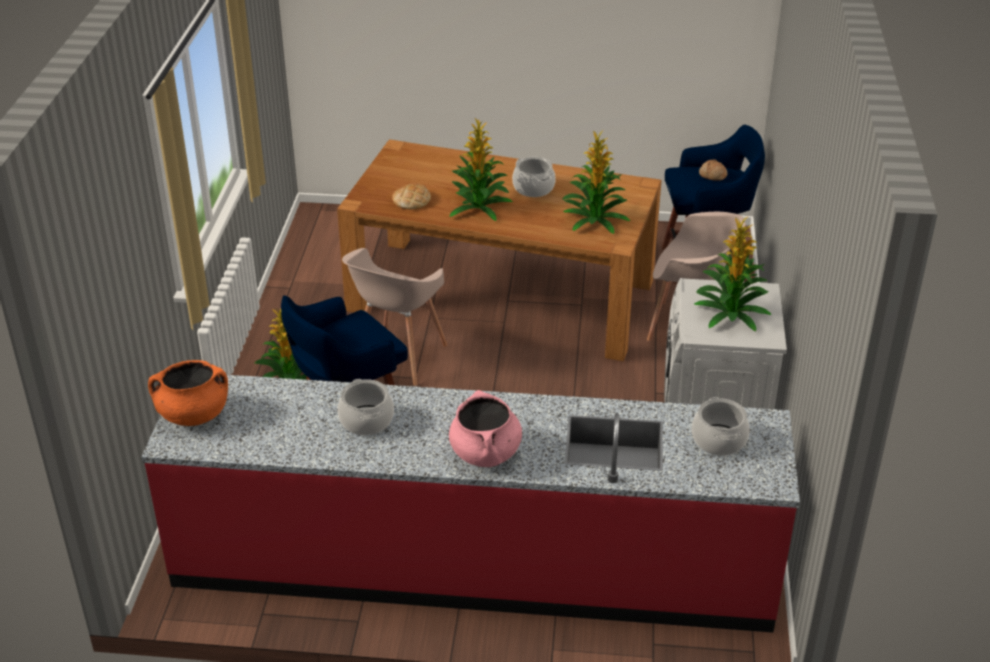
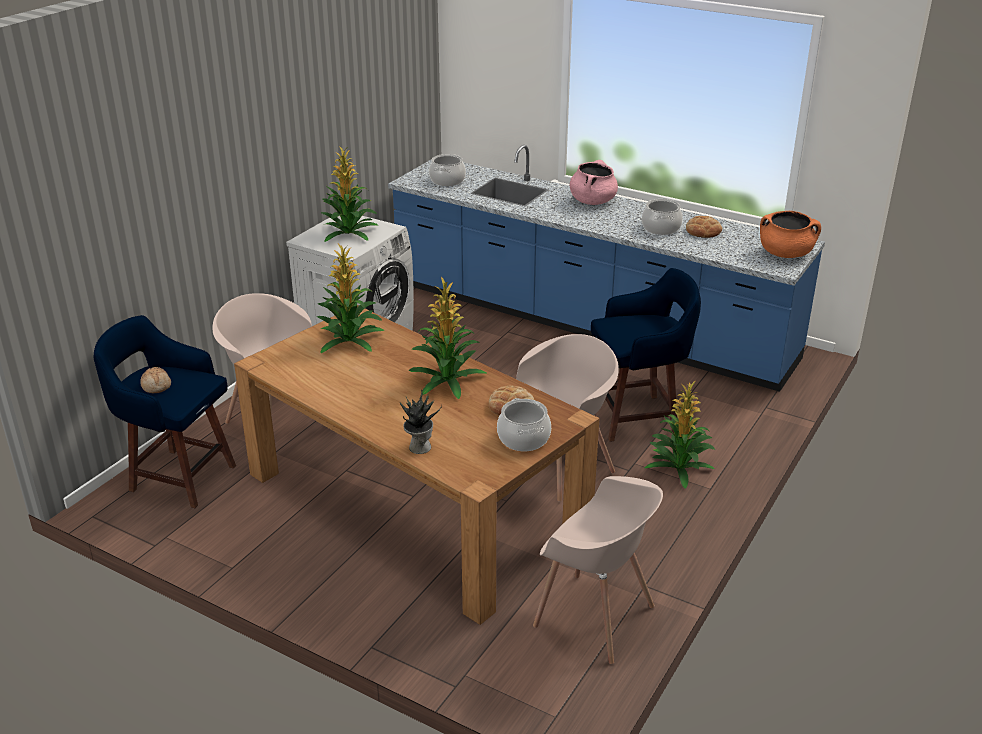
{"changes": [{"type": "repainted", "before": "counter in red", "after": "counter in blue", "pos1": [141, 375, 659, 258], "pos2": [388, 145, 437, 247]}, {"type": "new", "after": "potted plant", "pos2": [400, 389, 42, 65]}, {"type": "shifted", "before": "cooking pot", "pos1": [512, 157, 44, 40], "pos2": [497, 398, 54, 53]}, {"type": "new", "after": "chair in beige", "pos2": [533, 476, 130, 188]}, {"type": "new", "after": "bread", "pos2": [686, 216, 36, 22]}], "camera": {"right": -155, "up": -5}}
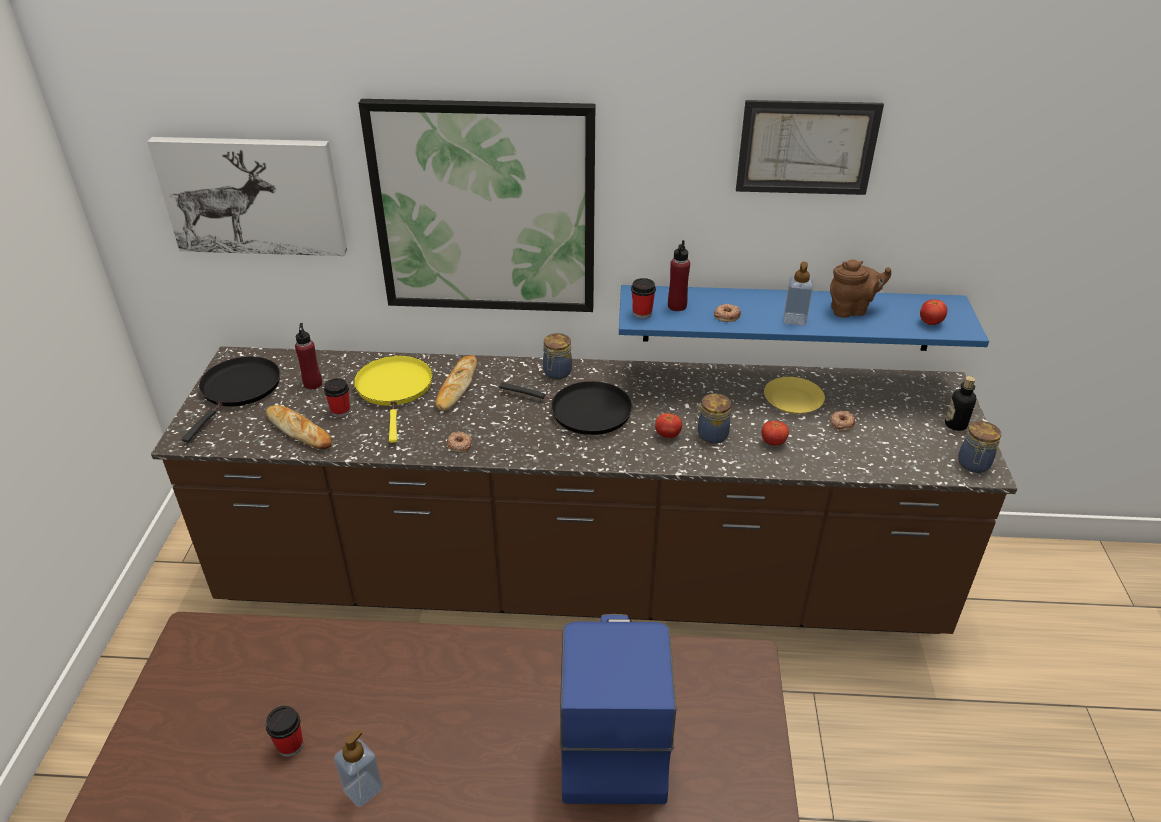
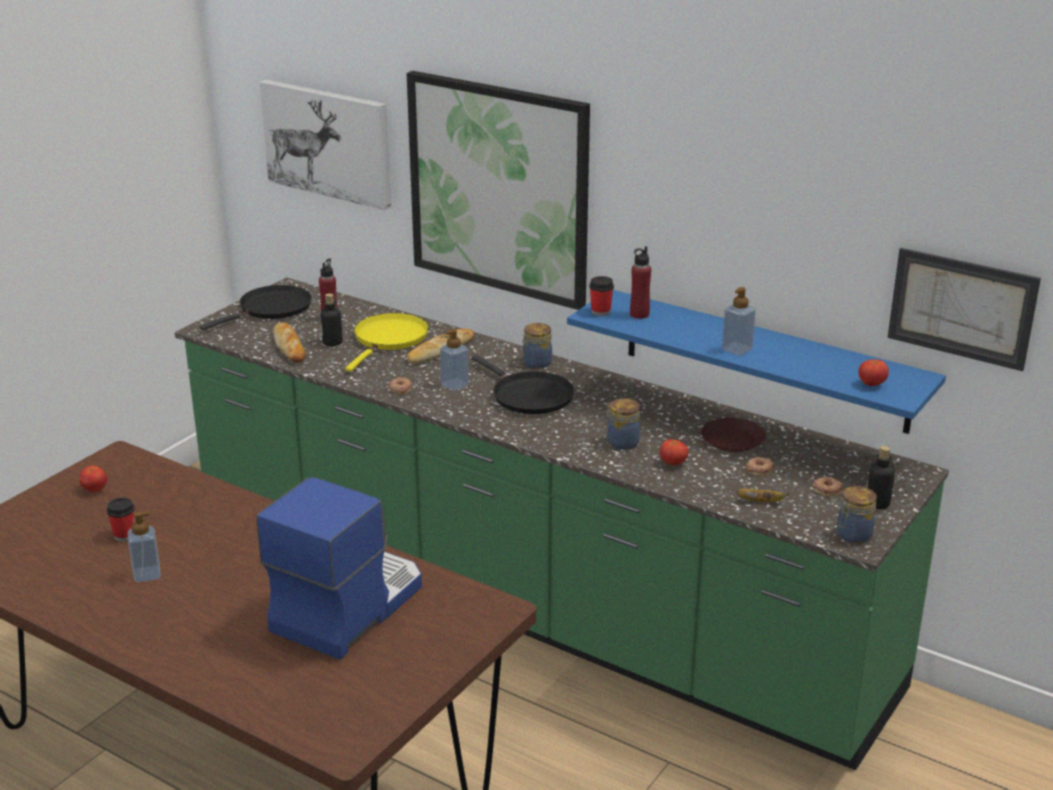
{"changes": [{"type": "shifted", "before": "tomato", "pos1": [655, 413, 27, 25], "pos2": [79, 466, 28, 26]}, {"type": "repainted", "before": "counter in brown", "after": "counter in green", "pos1": [151, 346, 866, 288], "pos2": [175, 277, 774, 493]}, {"type": "swapped", "before": "cup", "after": "bottle", "pos1": [324, 378, 26, 39], "pos2": [320, 293, 23, 53]}, {"type": "new", "after": "soap dispenser", "pos2": [440, 329, 29, 62]}, {"type": "repainted", "before": "plate in yellow", "after": "plate in brown", "pos1": [764, 377, 61, 37], "pos2": [701, 418, 65, 34]}, {"type": "new", "after": "banana", "pos2": [737, 489, 52, 13]}, {"type": "shifted", "before": "donut", "pos1": [714, 304, 27, 18], "pos2": [813, 477, 29, 20]}, {"type": "shifted", "before": "picture", "pos1": [736, 100, 148, 95], "pos2": [888, 248, 153, 123]}, {"type": "gone", "before": "teapot in brown", "pos1": [830, 259, 61, 59]}], "camera": {"right": 30, "up": -10}}
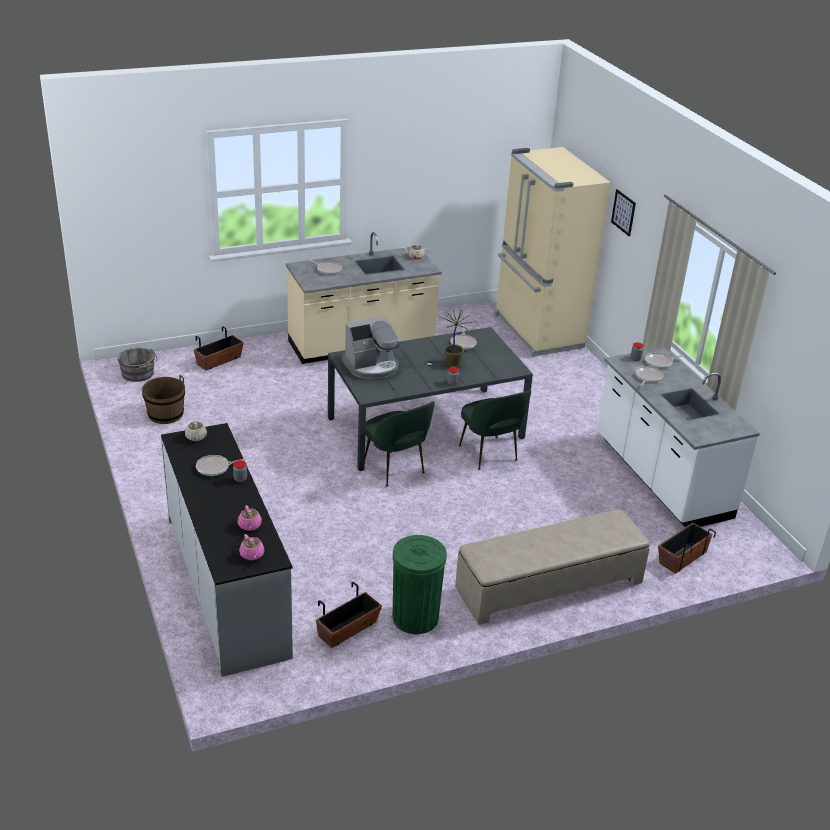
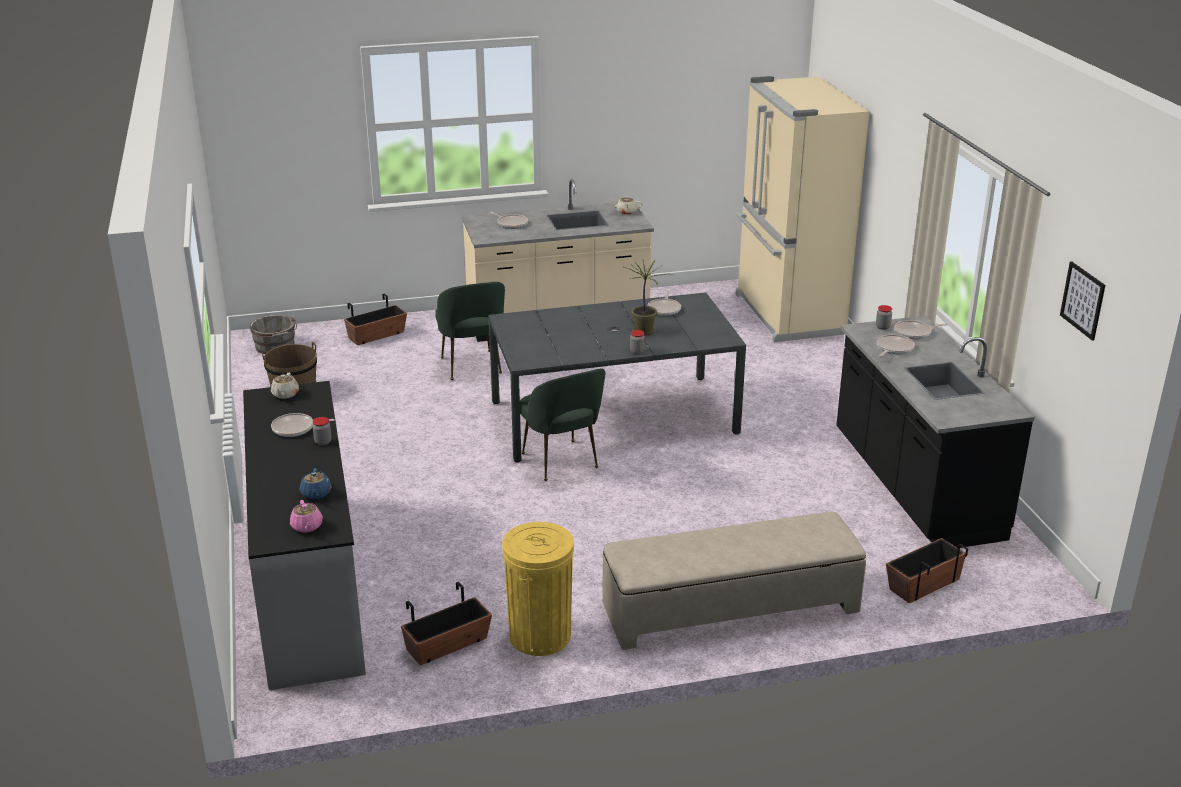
{"changes": [{"type": "repainted", "before": "teapot in pink", "after": "teapot in blue", "pos1": [238, 505, 24, 26], "pos2": [300, 468, 32, 31]}, {"type": "shifted", "before": "chair in green", "pos1": [459, 390, 72, 80], "pos2": [435, 282, 70, 98]}, {"type": "repainted", "before": "trash can in green", "after": "trash can in yellow", "pos1": [393, 535, 54, 99], "pos2": [502, 522, 72, 134]}, {"type": "repainted", "before": "counter in white", "after": "counter in black", "pos1": [597, 347, 163, 180], "pos2": [836, 316, 199, 232]}, {"type": "shifted", "before": "picture", "pos1": [611, 189, 25, 47], "pos2": [1060, 261, 45, 80]}, {"type": "gone", "before": "coffee machine", "pos1": [342, 316, 57, 63]}], "camera": {"right": 10, "up": -5}}
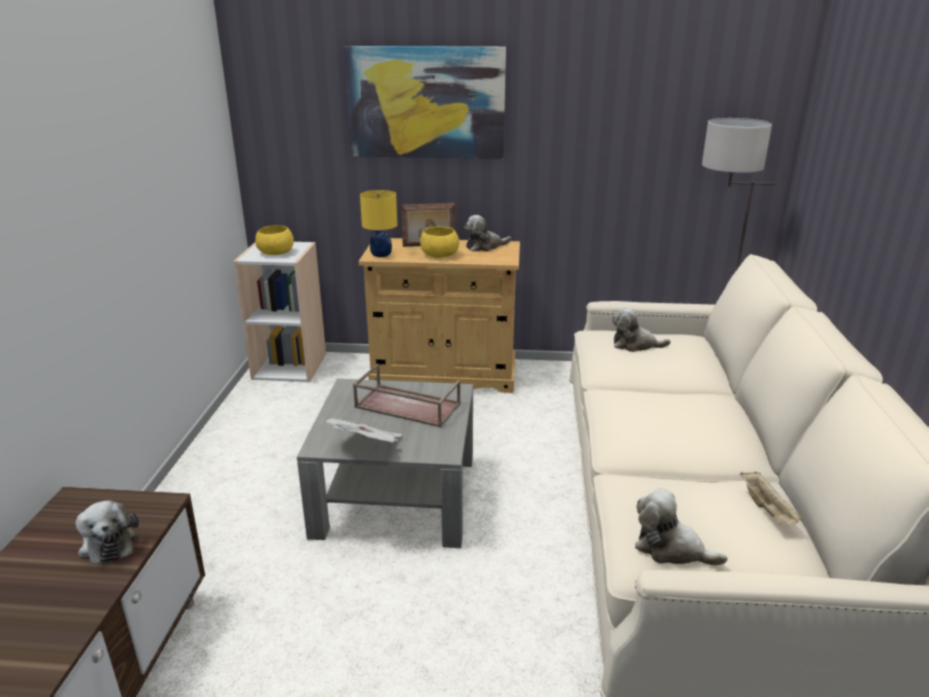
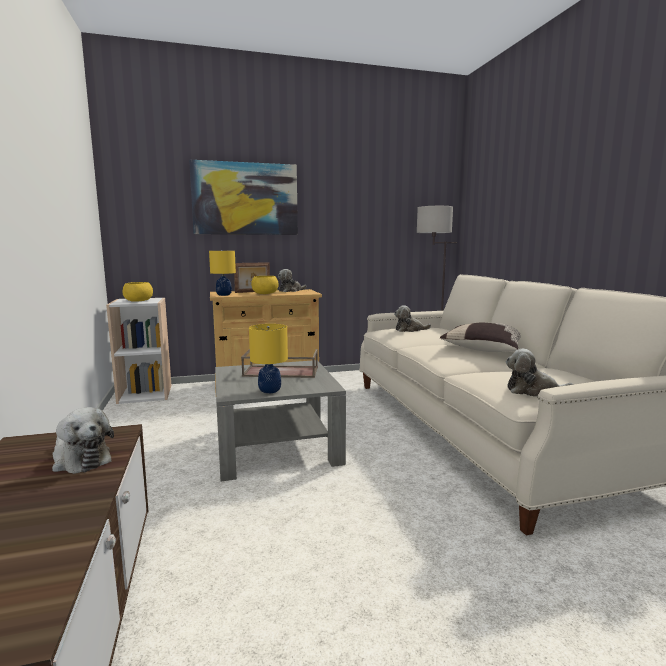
{"changes": [{"type": "swapped", "before": "newspaper", "after": "table lamp in yellow", "pos1": [326, 418, 76, 24], "pos2": [249, 324, 39, 70]}, {"type": "new", "after": "pillow", "pos2": [440, 322, 81, 30]}, {"type": "gone", "before": "tray in beige", "pos1": [740, 471, 62, 54]}], "camera": {"right": -20, "up": -15}}
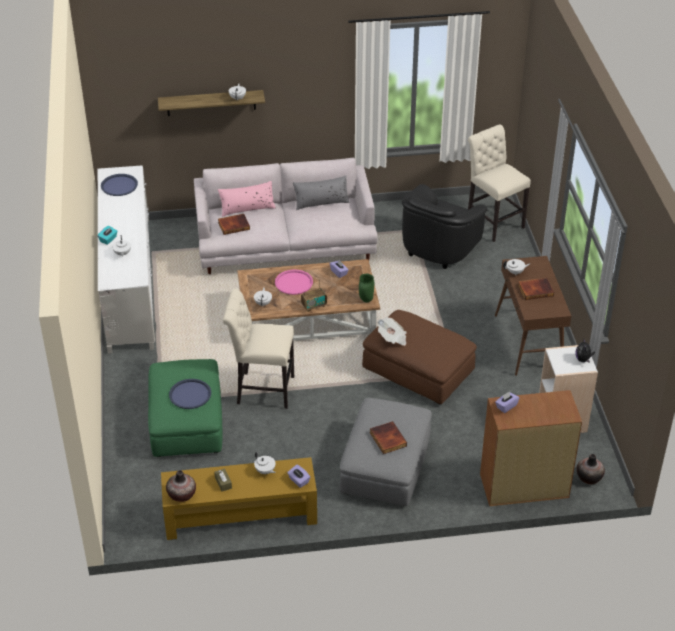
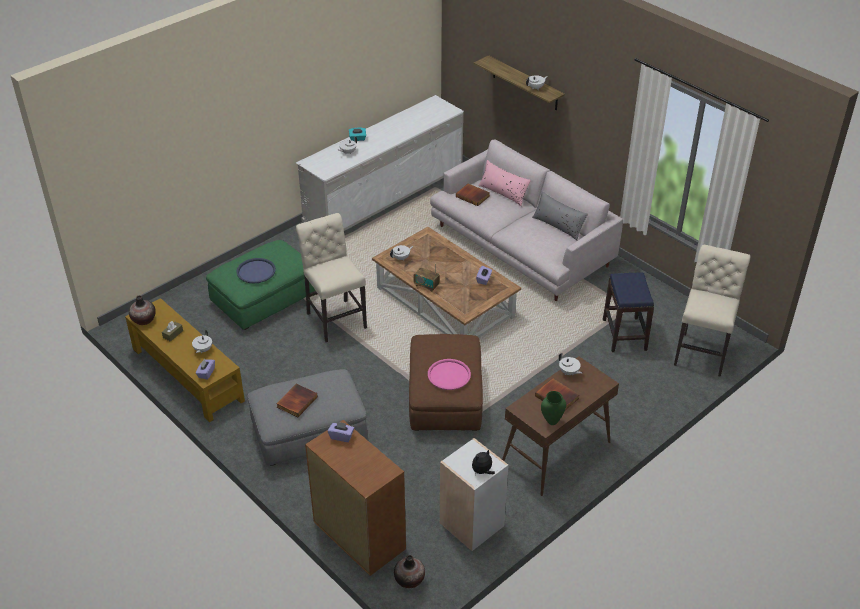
{"changes": [{"type": "shifted", "before": "tray in pink", "pos1": [275, 269, 38, 26], "pos2": [428, 359, 43, 31]}, {"type": "shifted", "before": "vase in green", "pos1": [359, 274, 15, 28], "pos2": [541, 391, 25, 34]}, {"type": "swapped", "before": "armchair in black", "after": "stool", "pos1": [402, 184, 85, 85], "pos2": [603, 272, 51, 80]}, {"type": "gone", "before": "tray in blue", "pos1": [101, 174, 37, 22]}, {"type": "gone", "before": "newspaper", "pos1": [377, 317, 29, 29]}], "camera": {"right": 55, "up": 0}}
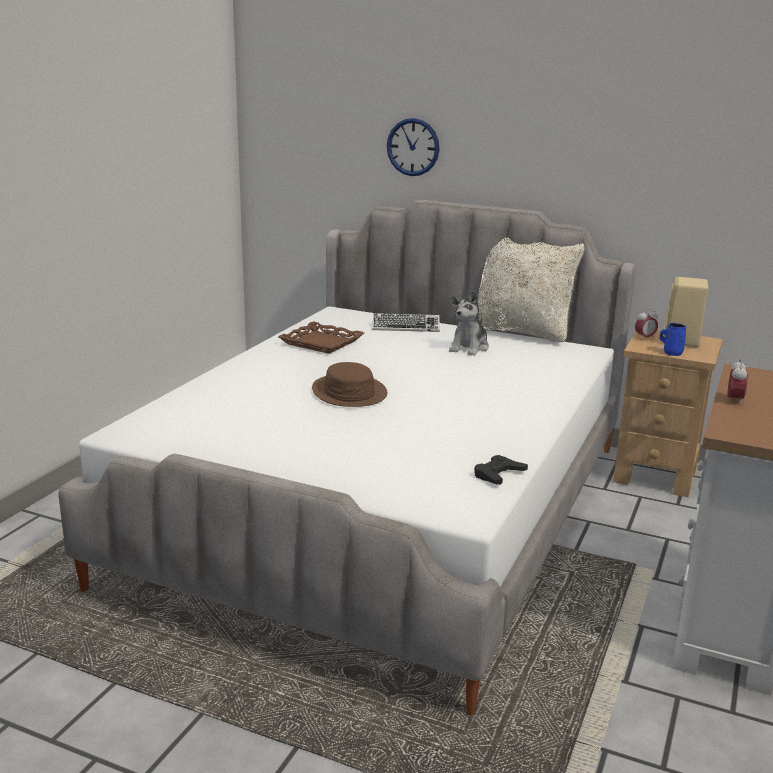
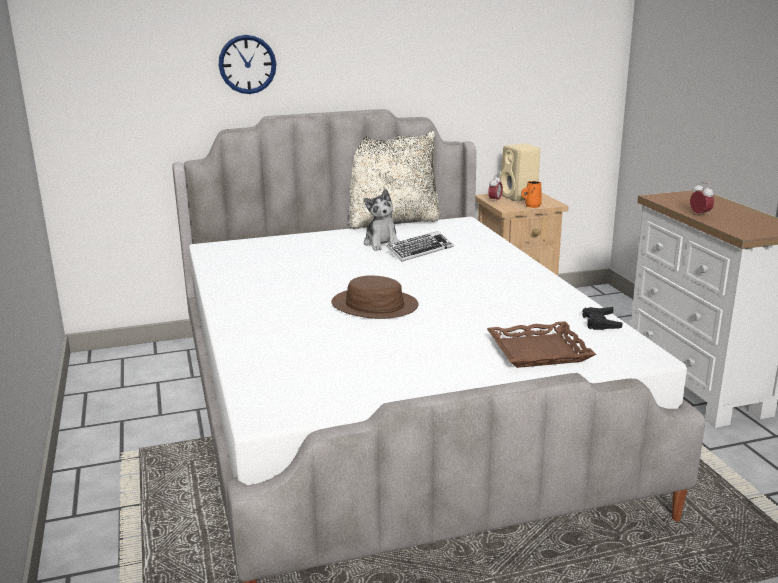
{"changes": [{"type": "shifted", "before": "keyboard", "pos1": [372, 313, 68, 19], "pos2": [386, 231, 68, 31]}, {"type": "shifted", "before": "tray in brown", "pos1": [278, 321, 86, 33], "pos2": [487, 321, 109, 47]}, {"type": "repainted", "before": "mug in blue", "after": "mug in orange", "pos1": [659, 323, 27, 33], "pos2": [521, 181, 21, 27]}], "camera": {"right": -40, "up": 0}}
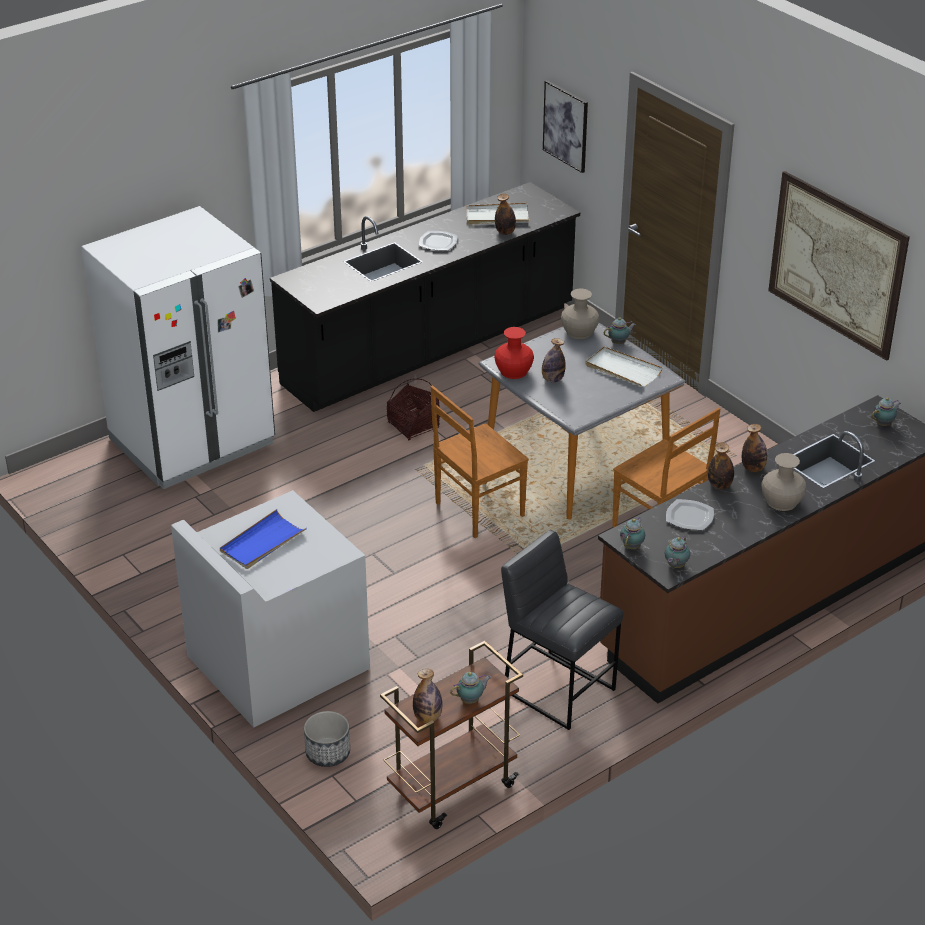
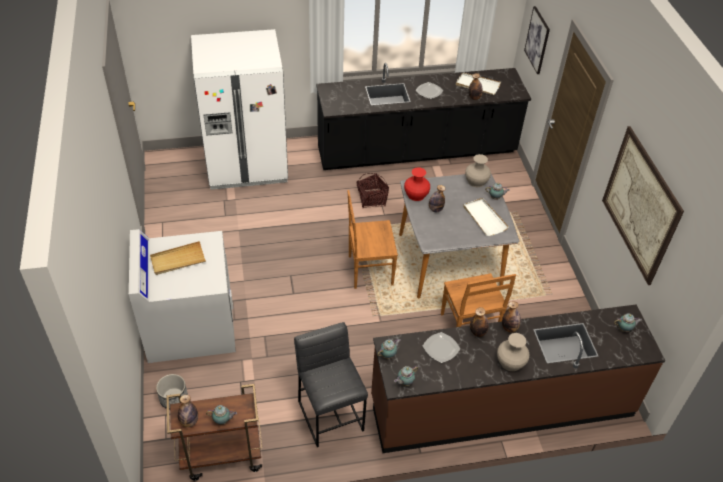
{"changes": [{"type": "repainted", "before": "tray in blue", "after": "tray in beige", "pos1": [220, 509, 87, 60], "pos2": [150, 241, 56, 34]}], "camera": {"right": 25, "up": 10}}
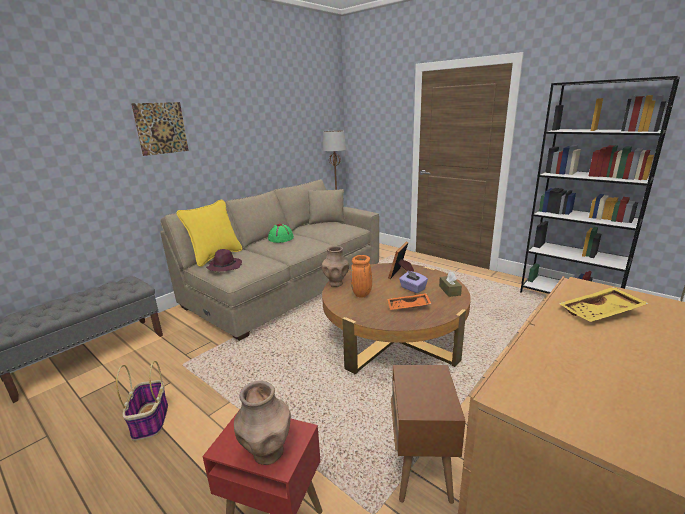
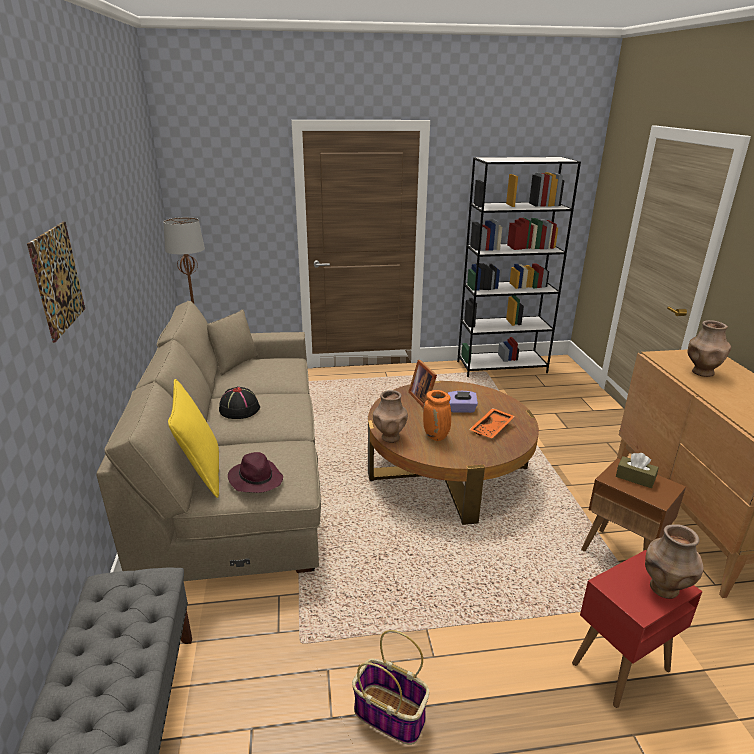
{"changes": [{"type": "repainted", "before": "hat in green", "after": "hat in black", "pos1": [268, 224, 26, 19], "pos2": [219, 387, 41, 32]}, {"type": "shifted", "before": "tissue box in brown", "pos1": [439, 272, 23, 25], "pos2": [616, 453, 43, 35]}, {"type": "swapped", "before": "tray in yellow", "after": "vase in brown", "pos1": [559, 287, 90, 35], "pos2": [688, 320, 43, 57]}], "camera": {"right": -50, "up": 5}}
